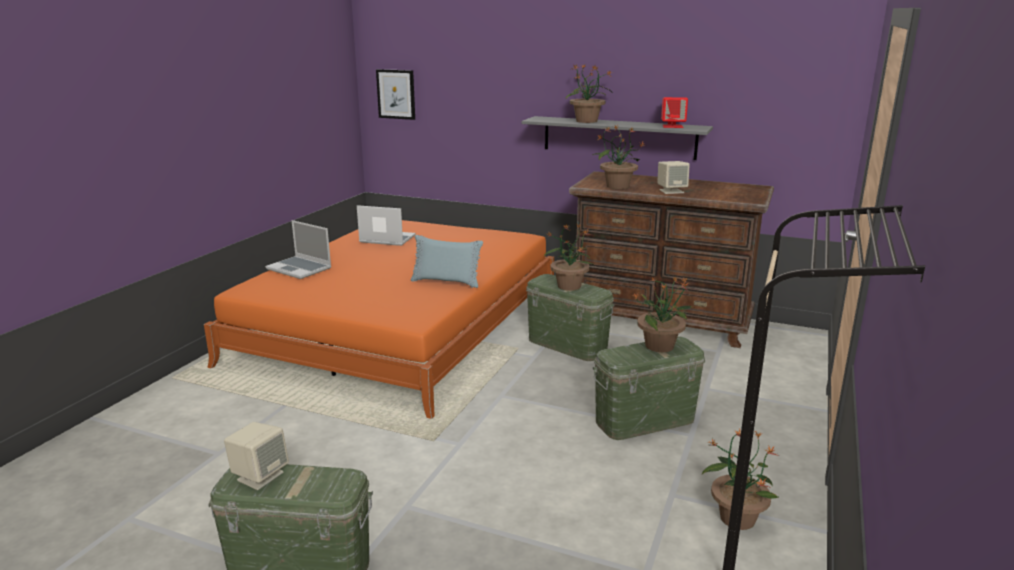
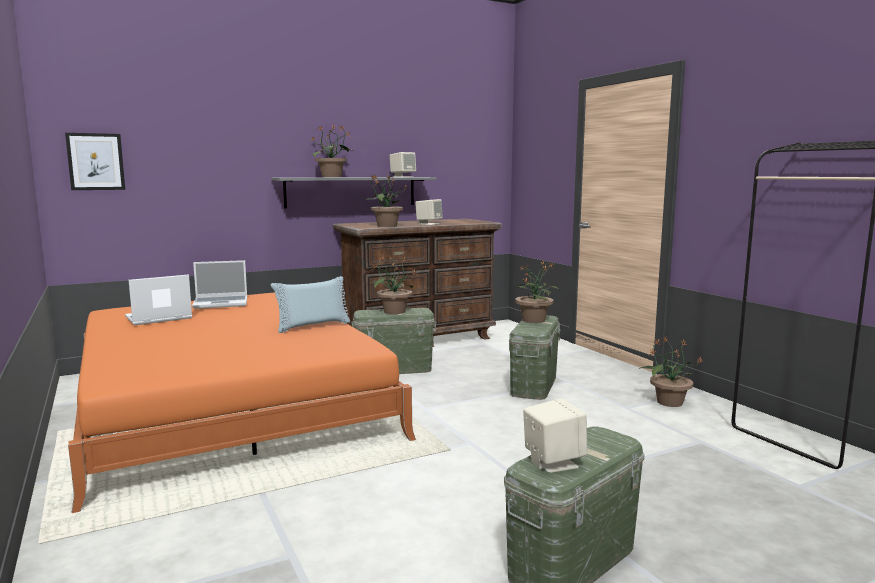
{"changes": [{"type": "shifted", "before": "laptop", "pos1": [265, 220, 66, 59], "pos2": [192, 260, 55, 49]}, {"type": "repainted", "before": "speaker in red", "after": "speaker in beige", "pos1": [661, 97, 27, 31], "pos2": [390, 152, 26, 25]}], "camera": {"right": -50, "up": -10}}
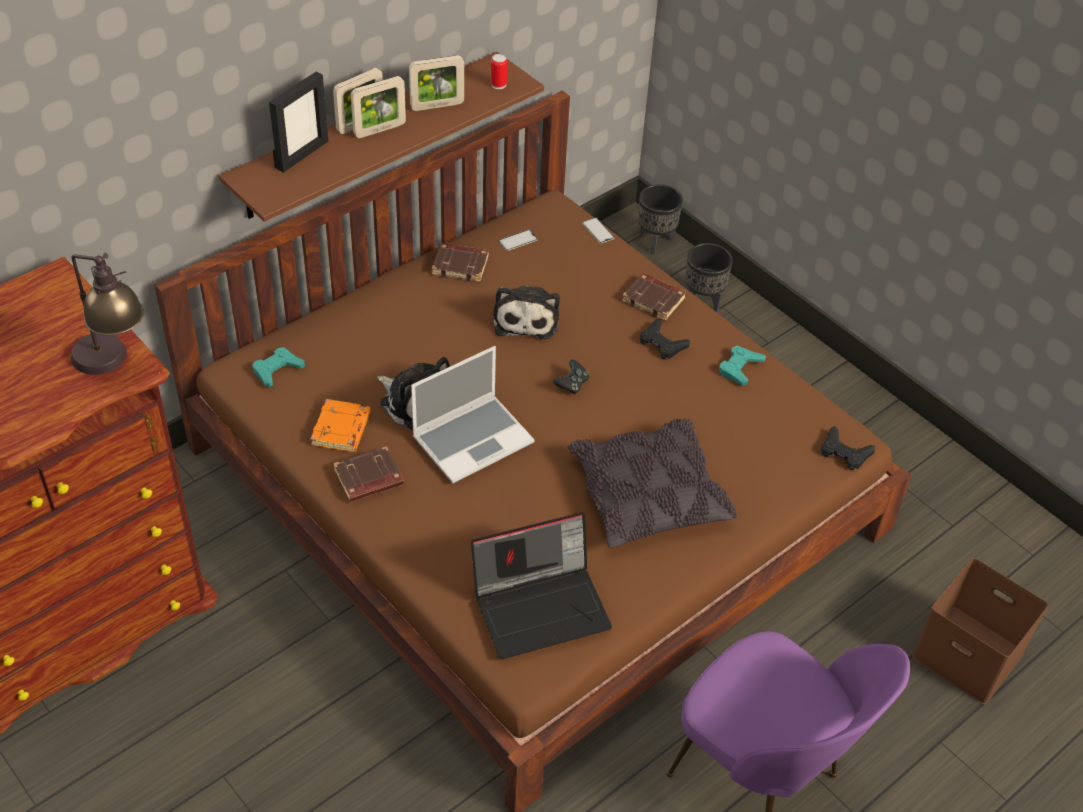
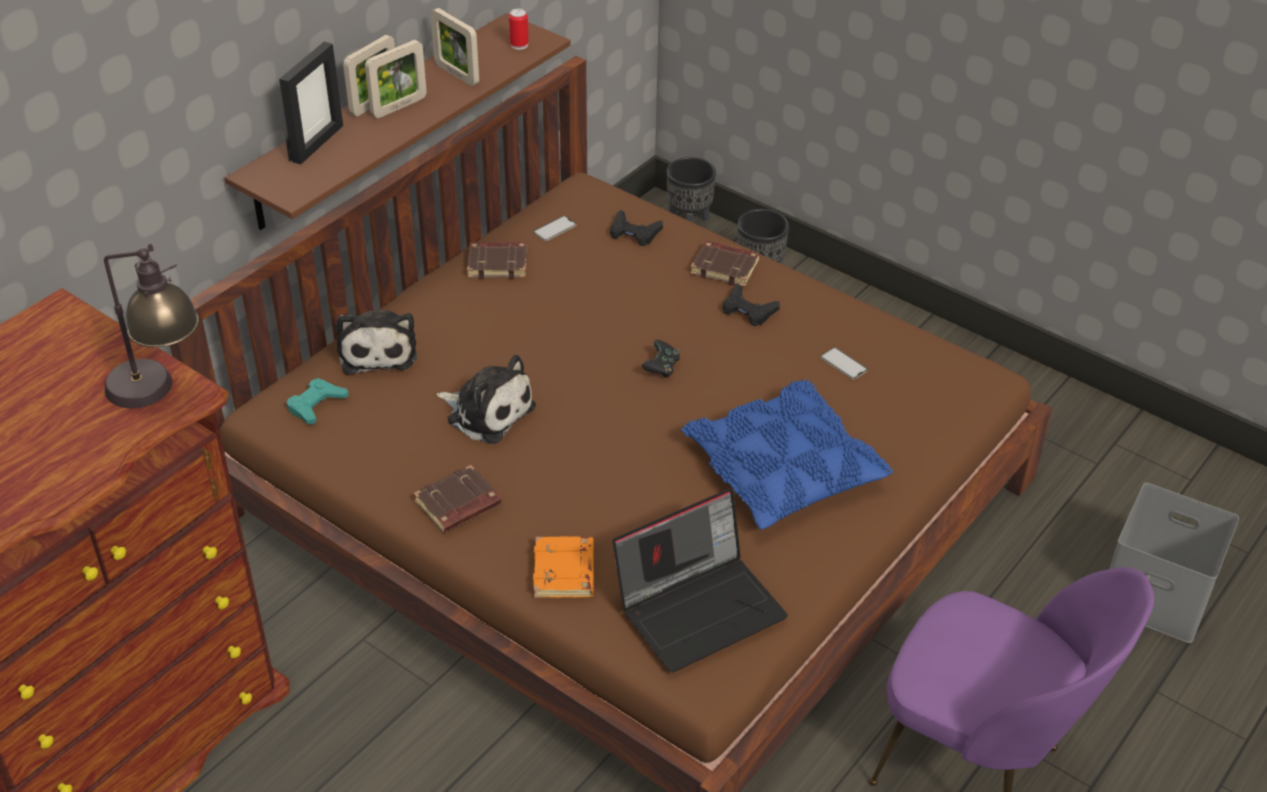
{"changes": [{"type": "shifted", "before": "plush toy", "pos1": [493, 285, 67, 54], "pos2": [336, 310, 81, 65]}, {"type": "rotated", "before": "picture frame", "pos1": [409, 55, 55, 56], "pos2": [431, 8, 48, 78], "turn": 75}, {"type": "shifted", "before": "book in orange", "pos1": [310, 399, 61, 53], "pos2": [533, 537, 61, 61]}, {"type": "shifted", "before": "game controller in black", "pos1": [821, 426, 54, 44], "pos2": [610, 210, 53, 36]}, {"type": "repainted", "before": "pillow in black", "after": "pillow in blue", "pos1": [568, 418, 170, 130], "pos2": [681, 380, 212, 149]}, {"type": "shifted", "before": "phone", "pos1": [582, 217, 33, 26], "pos2": [820, 347, 48, 33]}, {"type": "repainted", "before": "storage box in brown", "after": "storage box in grey", "pos1": [912, 558, 136, 146], "pos2": [1109, 483, 130, 160]}, {"type": "gone", "before": "laptop", "pos1": [411, 346, 124, 137]}, {"type": "gone", "before": "game controller in turquoise", "pos1": [719, 345, 47, 41]}], "camera": {"right": -10, "up": -5}}
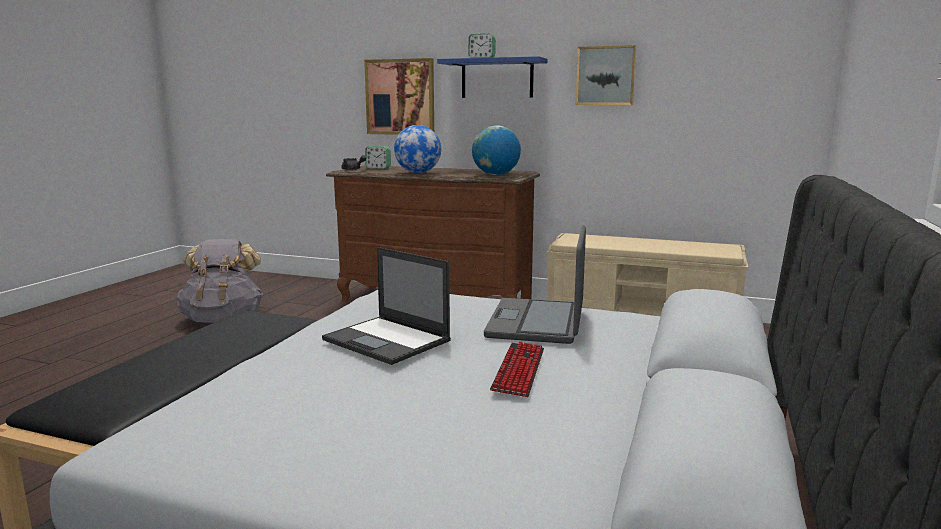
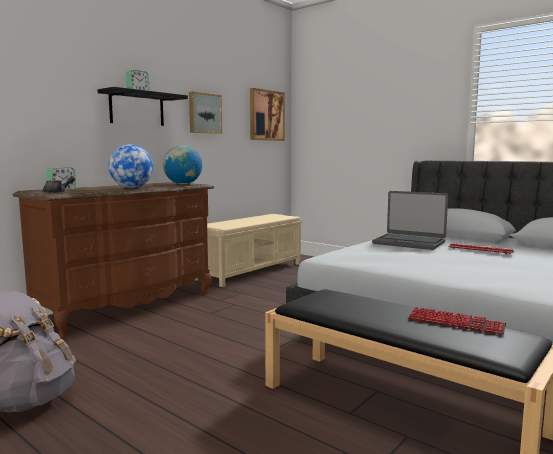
{"changes": [{"type": "repainted", "before": "shelf in blue", "after": "shelf in black", "pos1": [437, 56, 110, 42], "pos2": [98, 87, 90, 39]}, {"type": "shifted", "before": "picture", "pos1": [364, 58, 70, 77], "pos2": [250, 88, 35, 53]}, {"type": "new", "after": "keyboard", "pos2": [408, 307, 98, 28]}, {"type": "gone", "before": "laptop", "pos1": [322, 247, 129, 118]}], "camera": {"right": -70, "up": -5}}
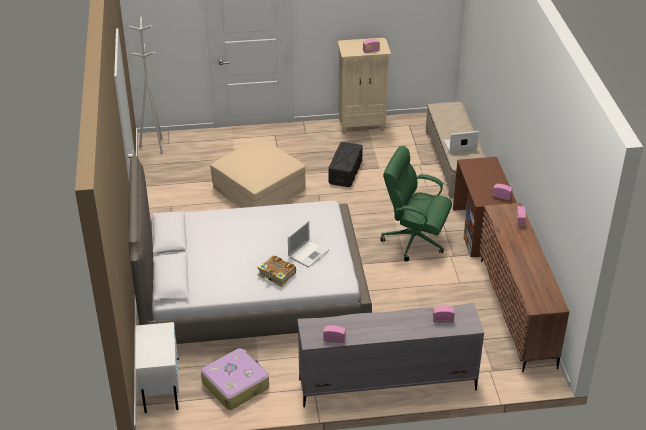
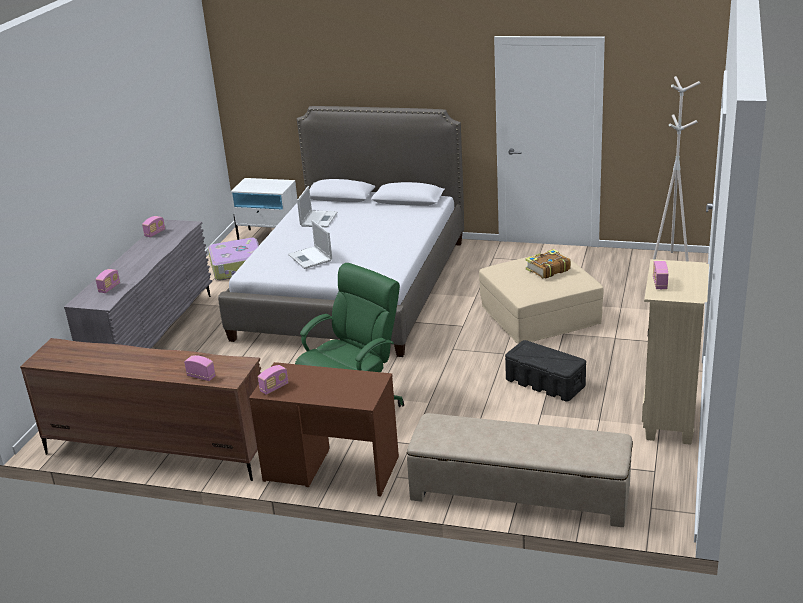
{"changes": [{"type": "shifted", "before": "laptop", "pos1": [444, 131, 35, 22], "pos2": [297, 186, 40, 41]}, {"type": "shifted", "before": "book", "pos1": [257, 256, 39, 31], "pos2": [526, 249, 45, 30]}], "camera": {"right": 115, "up": -10}}
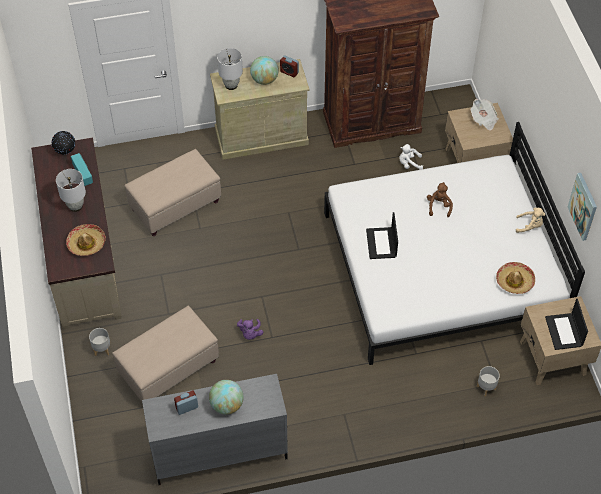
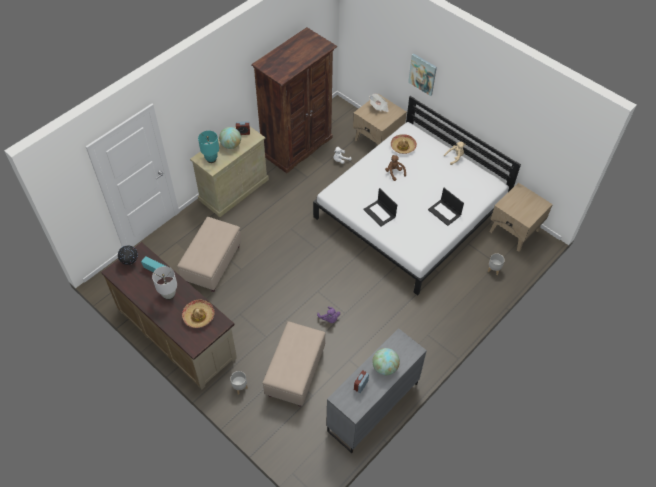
{"changes": [{"type": "repainted", "before": "table lamp in white", "after": "table lamp in turquoise", "pos1": [217, 48, 26, 42], "pos2": [198, 131, 21, 32]}, {"type": "shifted", "before": "hat", "pos1": [496, 262, 39, 32], "pos2": [391, 134, 26, 20]}, {"type": "shifted", "before": "picture", "pos1": [568, 173, 29, 68], "pos2": [408, 53, 29, 43]}, {"type": "shifted", "before": "laptop", "pos1": [545, 299, 43, 51], "pos2": [428, 188, 36, 38]}], "camera": {"right": -35, "up": 0}}
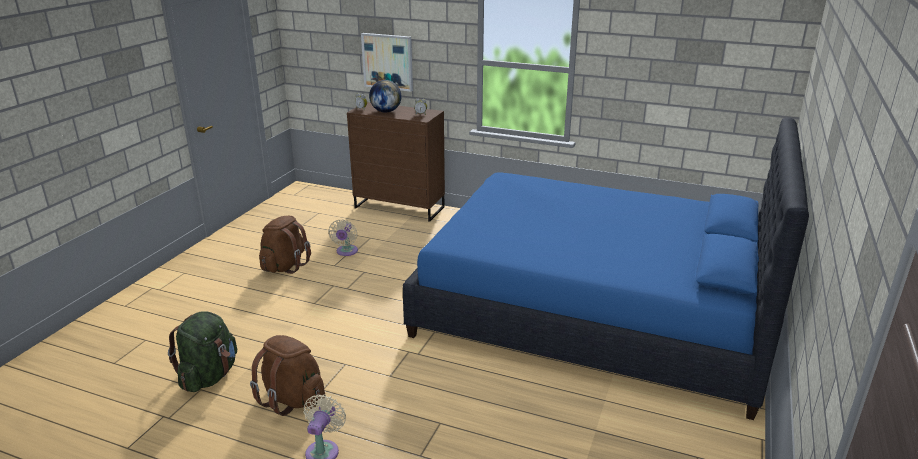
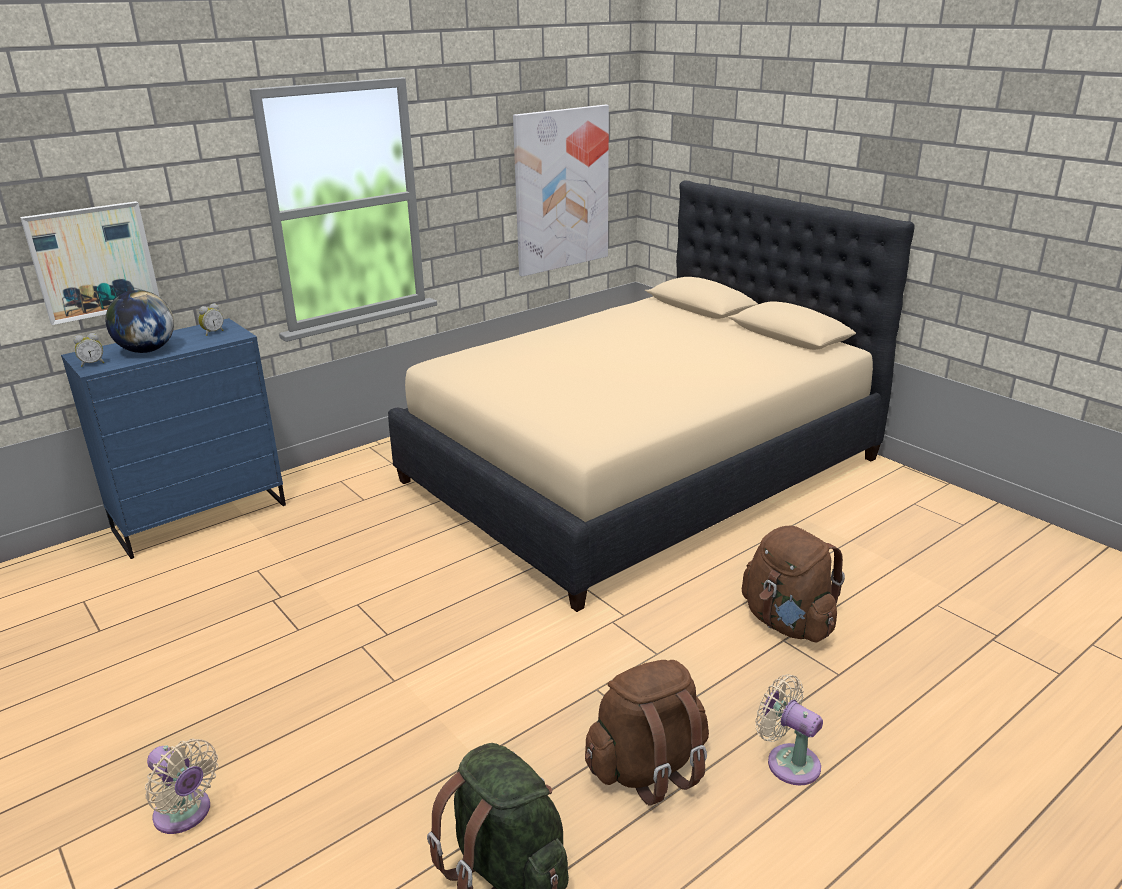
{"changes": [{"type": "repainted", "before": "dresser in brown", "after": "dresser in blue", "pos1": [347, 102, 98, 120], "pos2": [61, 318, 225, 241]}, {"type": "shifted", "before": "fan in beige", "pos1": [328, 219, 30, 37], "pos2": [145, 739, 73, 95]}, {"type": "repainted", "before": "bed in blue", "after": "bed in beige", "pos1": [403, 117, 406, 303], "pos2": [388, 180, 526, 432]}, {"type": "new", "after": "picture", "pos2": [513, 105, 96, 172]}, {"type": "shifted", "before": "backpack in brown", "pos1": [259, 216, 52, 58], "pos2": [742, 526, 103, 116]}], "camera": {"right": -60, "up": 0}}
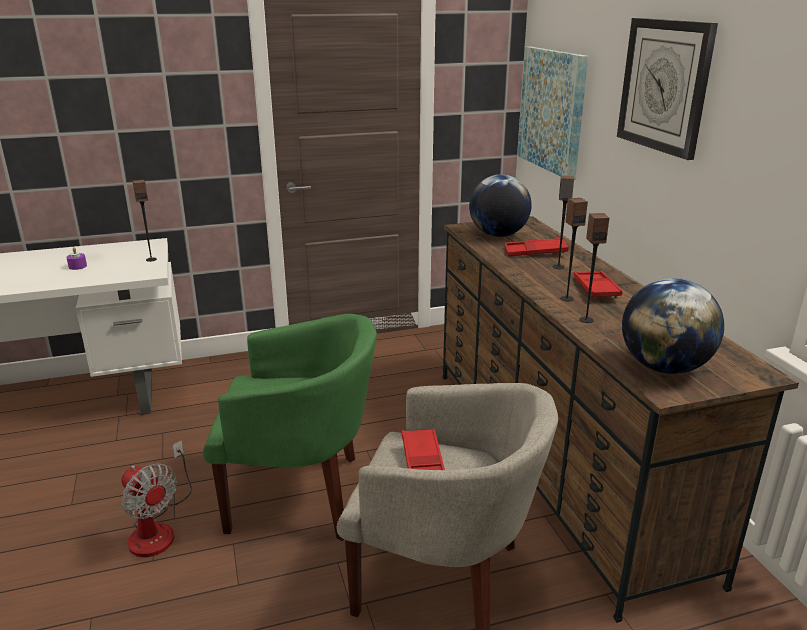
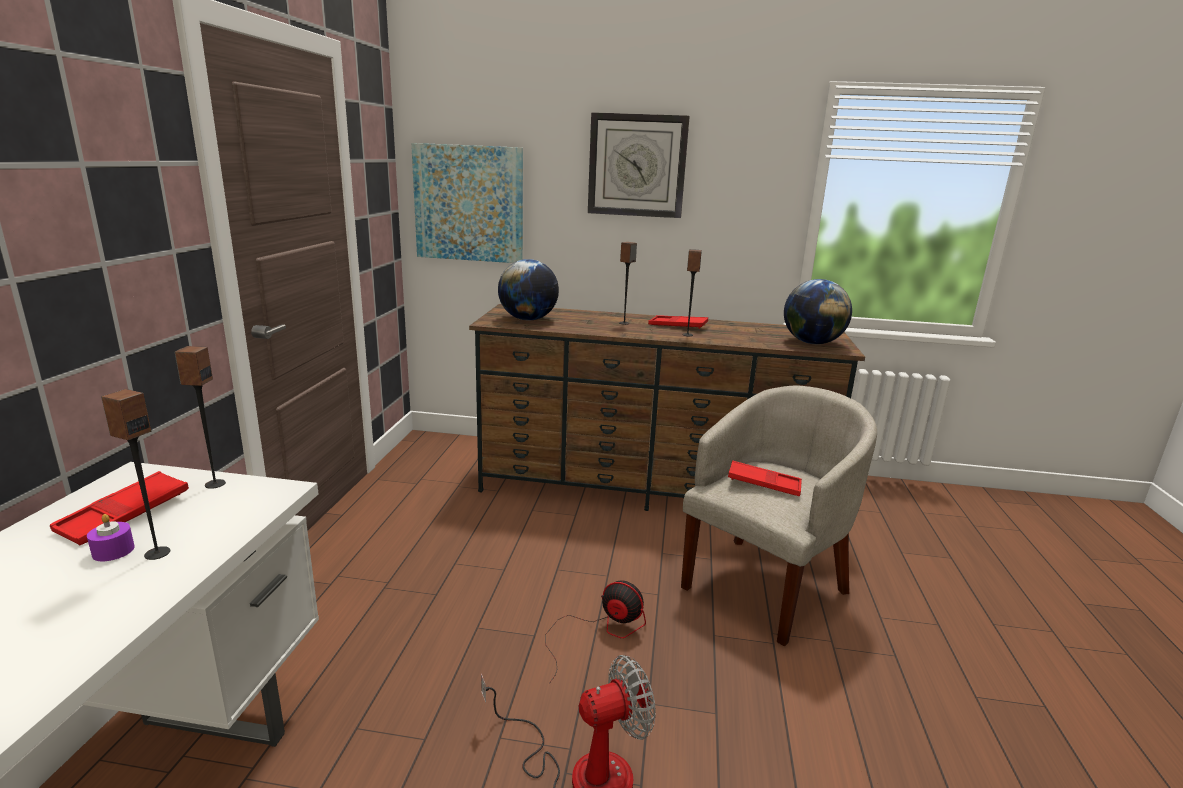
{"changes": [{"type": "shifted", "before": "tray in red", "pos1": [505, 238, 64, 18], "pos2": [50, 471, 139, 74]}, {"type": "shifted", "before": "speaker", "pos1": [579, 213, 30, 110], "pos2": [101, 389, 69, 171]}, {"type": "swapped", "before": "armchair in green", "after": "fan", "pos1": [203, 314, 174, 227], "pos2": [545, 581, 101, 103]}], "camera": {"right": -65, "up": -5}}
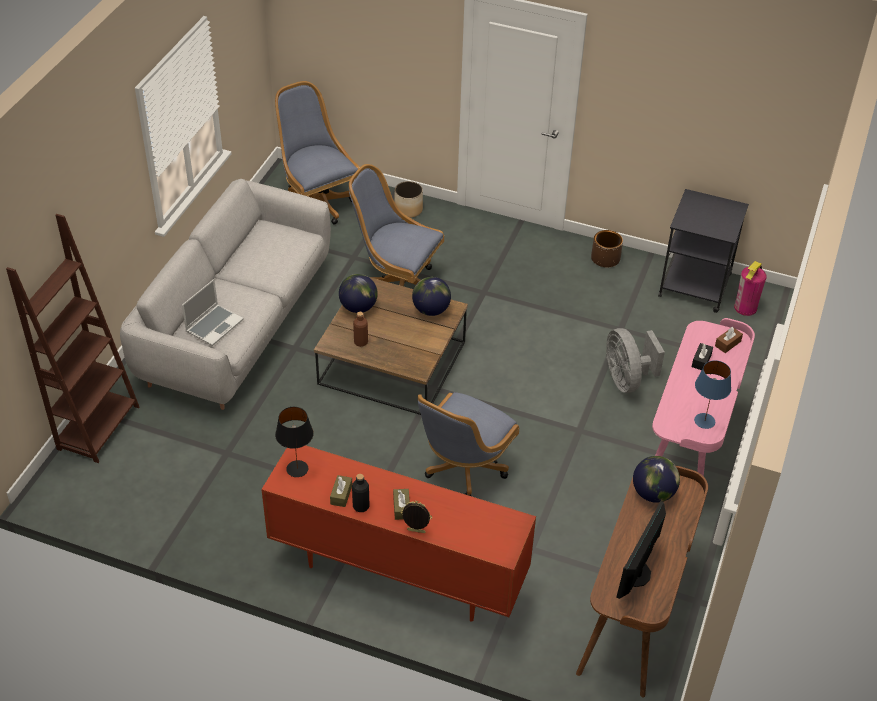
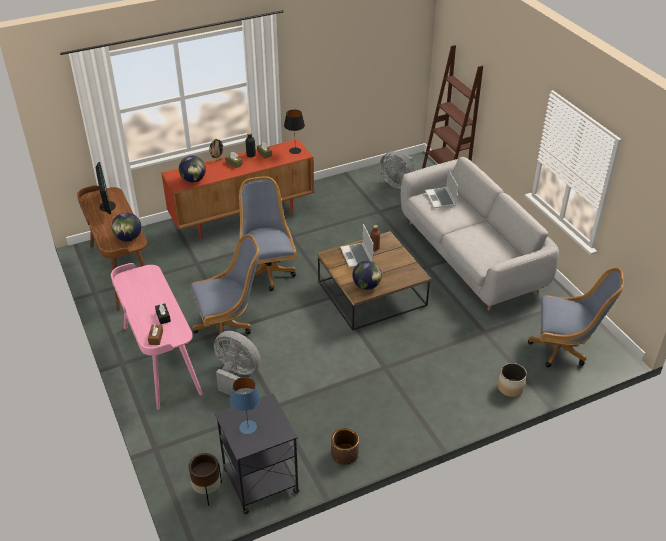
{"changes": [{"type": "shifted", "before": "globe", "pos1": [339, 274, 39, 39], "pos2": [179, 156, 27, 27]}, {"type": "swapped", "before": "fire extinguisher", "after": "planter in brown", "pos1": [734, 261, 33, 55], "pos2": [189, 453, 33, 53]}, {"type": "shifted", "before": "office chair in blue", "pos1": [349, 164, 95, 122], "pos2": [191, 234, 68, 114]}, {"type": "shifted", "before": "table lamp in blue", "pos1": [694, 360, 37, 69], "pos2": [230, 377, 31, 57]}, {"type": "new", "after": "laptop", "pos2": [340, 224, 34, 44]}, {"type": "new", "after": "fan in grey", "pos2": [379, 151, 36, 38]}], "camera": {"right": 135, "up": -5}}
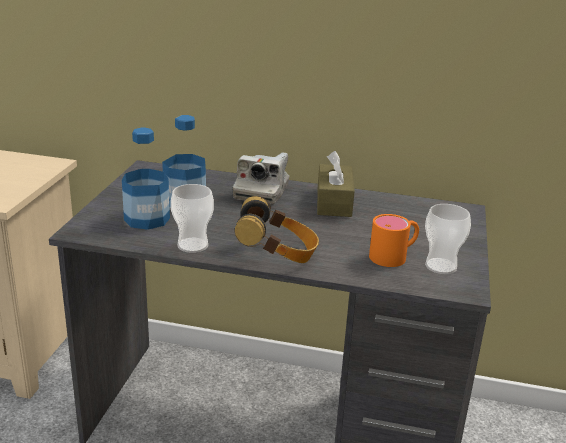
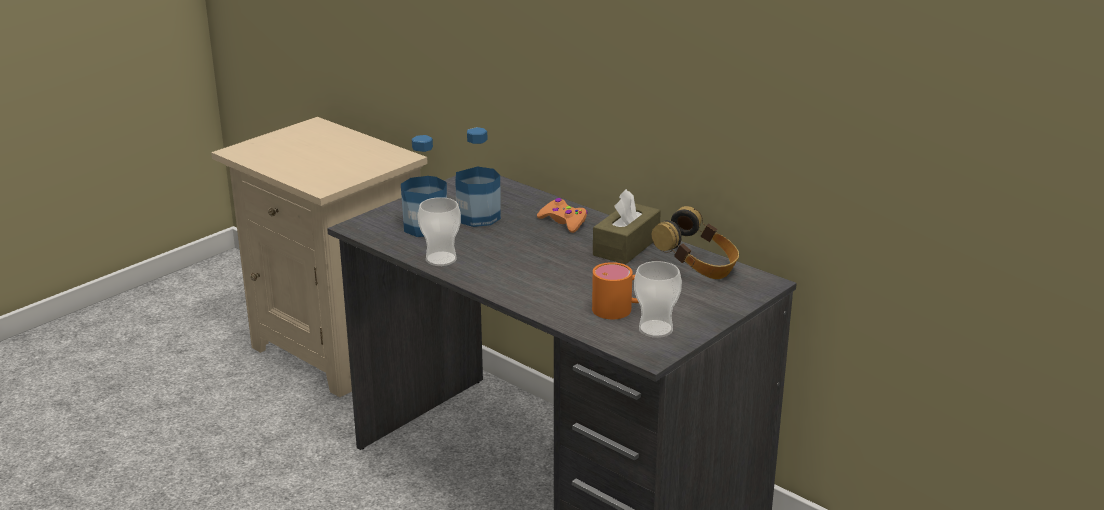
{"changes": [{"type": "swapped", "before": "photo camera", "after": "game controller in orange", "pos1": [233, 152, 56, 53], "pos2": [537, 198, 51, 35]}, {"type": "shifted", "before": "headphones", "pos1": [235, 196, 84, 67], "pos2": [652, 206, 87, 73]}], "camera": {"right": 30, "up": 0}}
